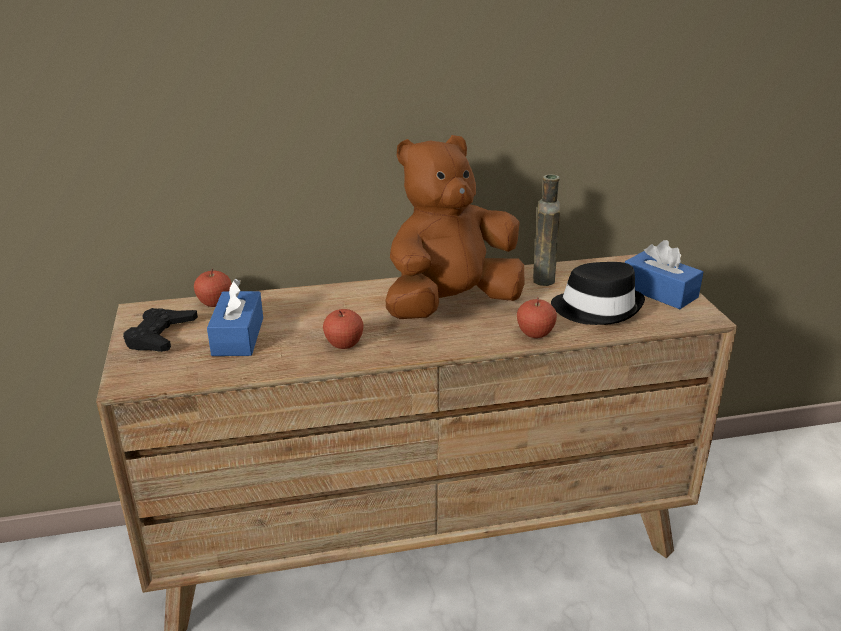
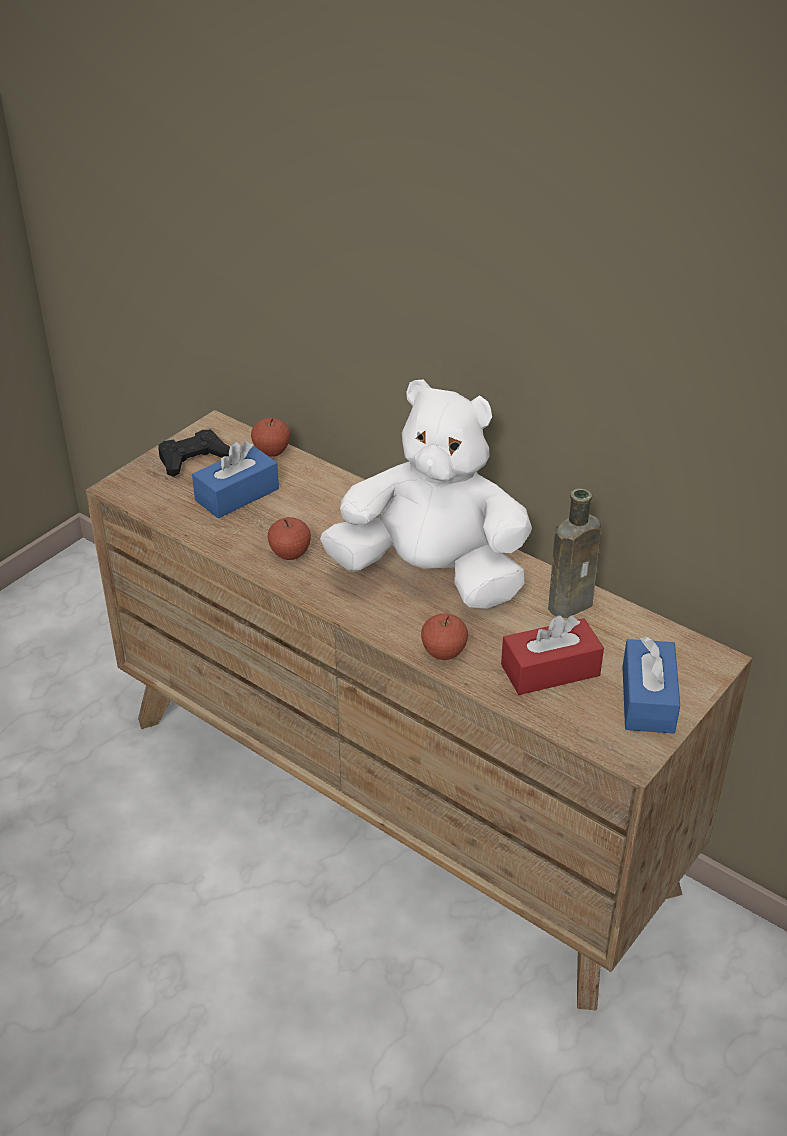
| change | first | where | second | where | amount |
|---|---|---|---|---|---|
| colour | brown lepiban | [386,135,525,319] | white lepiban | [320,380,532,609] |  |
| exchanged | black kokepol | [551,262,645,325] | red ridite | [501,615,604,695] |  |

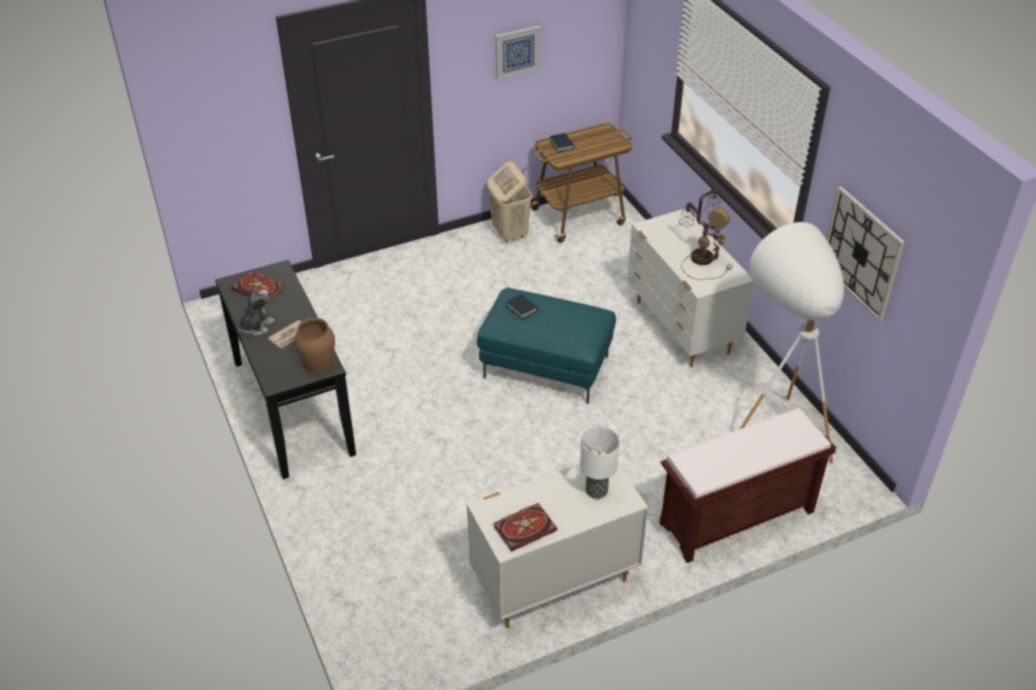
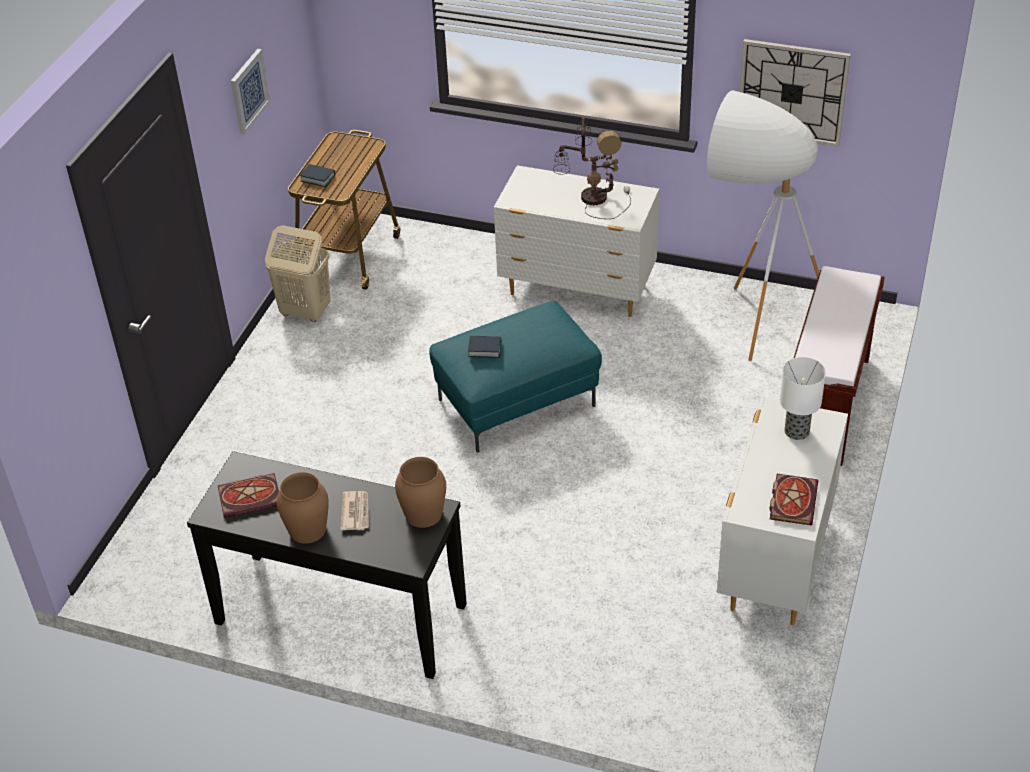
| change | first | where | second | where | amount |
|---|---|---|---|---|---|
| exchanged | lepiban | [238,287,275,336] | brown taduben | [277,472,329,544] |  |

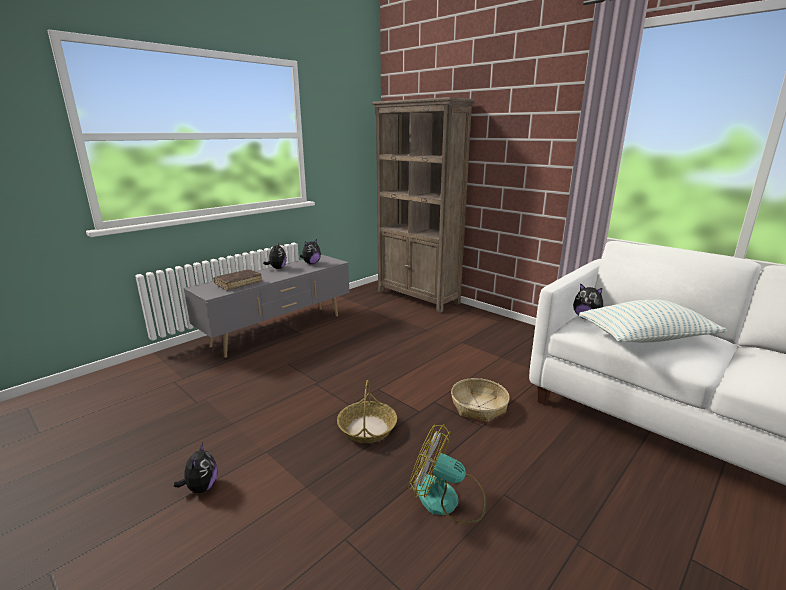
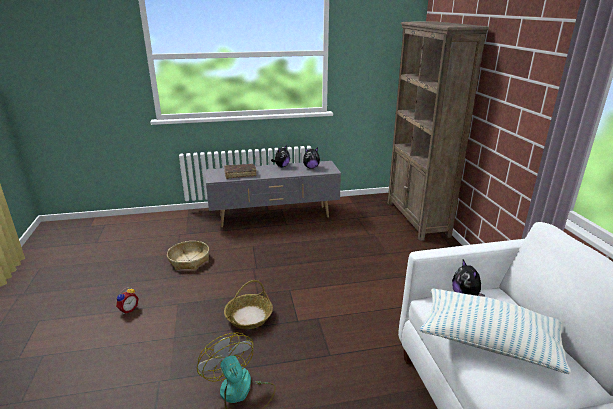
| change | first | where | second | where | amount |
|---|---|---|---|---|---|
| exchanged | lepiban | [174,443,218,493] | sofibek | [116,287,139,314] |  |
| relocated | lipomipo | [451,378,510,423] |  | [167,241,209,270] |  |

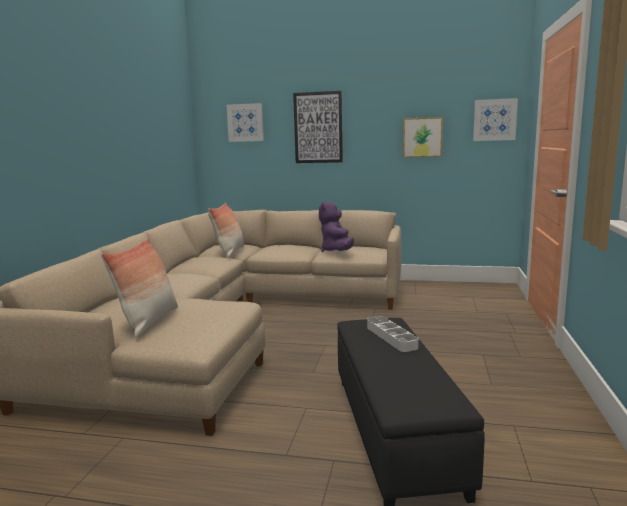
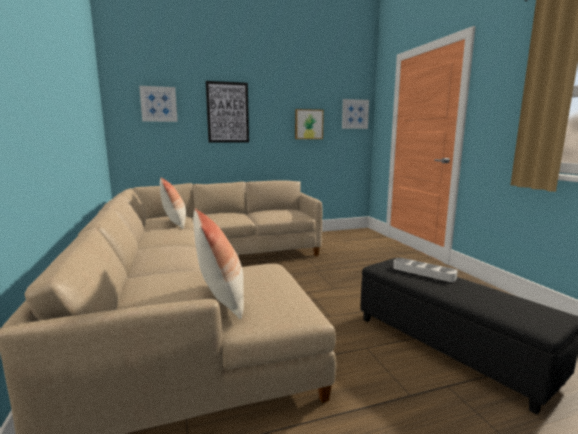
| change | first | where | second | where | amount |
|---|---|---|---|---|---|
| missing | purple lepiban | [319,201,354,252] |  |  |  |

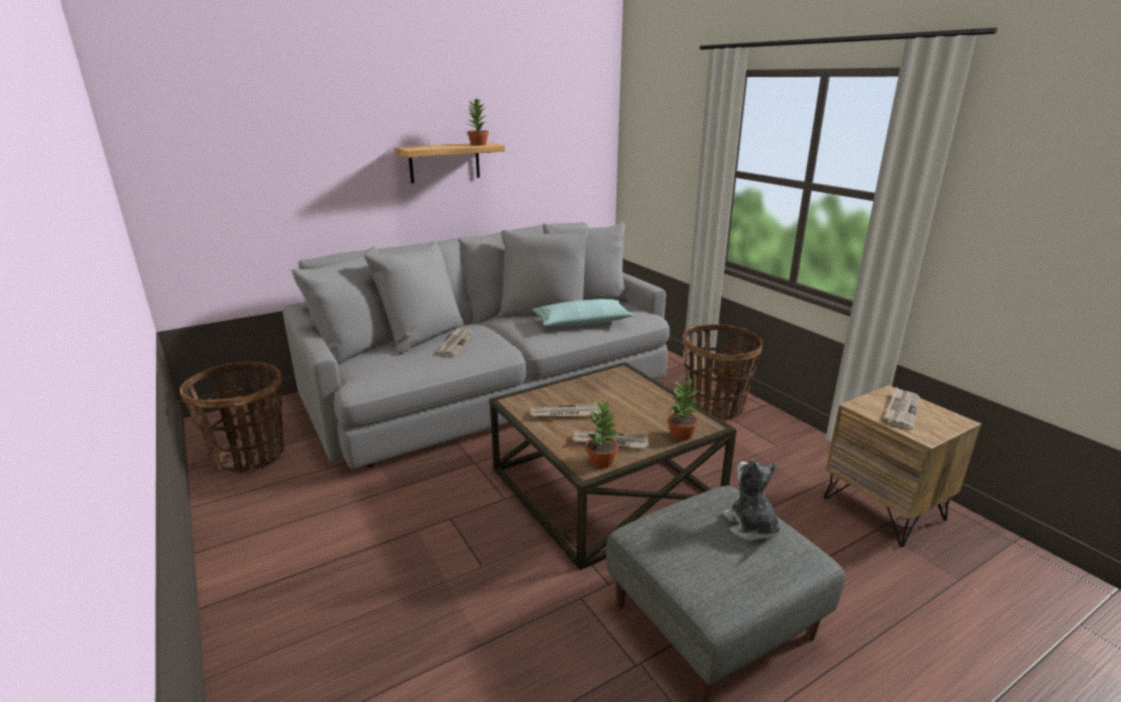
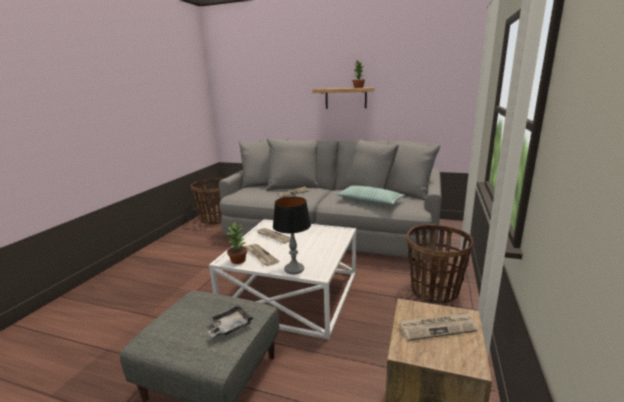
| change | first | where | second | where | amount |
|---|---|---|---|---|---|
| exchanged | lepiban | [723,459,780,541] | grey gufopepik | [207,305,253,337] |  |
| colour | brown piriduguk | [489,362,737,570] | white piriduguk | [209,219,356,340] |  |
| exchanged | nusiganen | [667,378,700,441] | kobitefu | [273,197,311,274] |  |

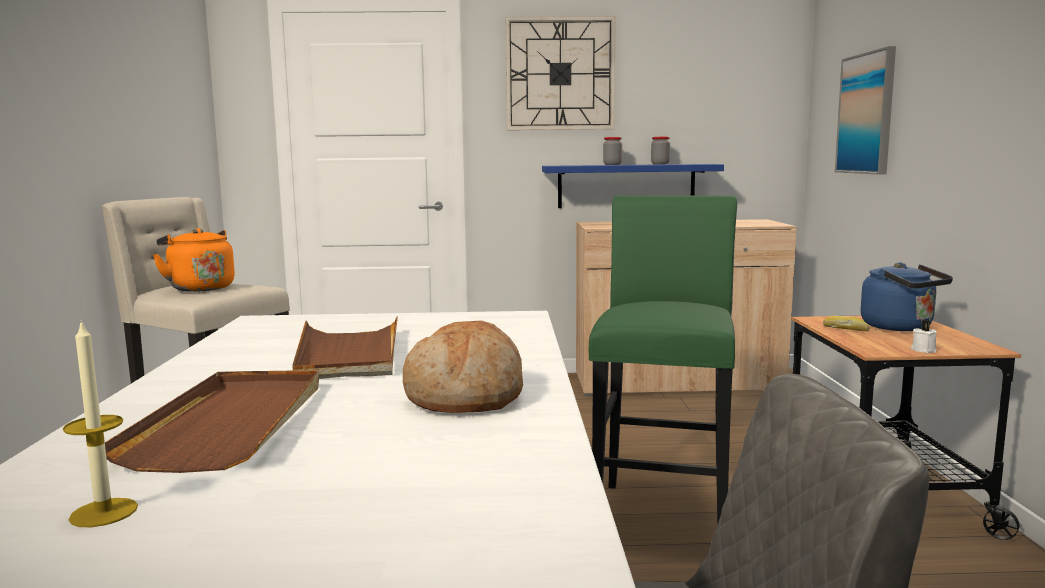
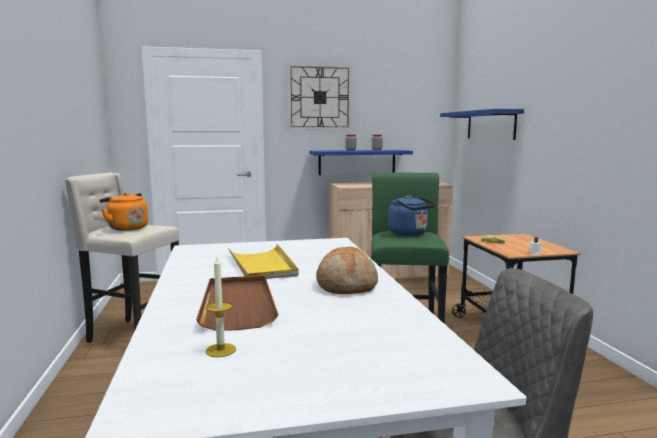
| change | first | where | second | where | amount |
|---|---|---|---|---|---|
| colour | brown gufopepik | [292,317,398,379] | yellow gufopepik | [228,244,299,279] |  |
| relocated | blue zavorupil | [861,262,953,331] |  | [388,195,437,236] |  |
| exchanged | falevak | [835,46,896,174] | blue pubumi | [440,109,524,140] |  |

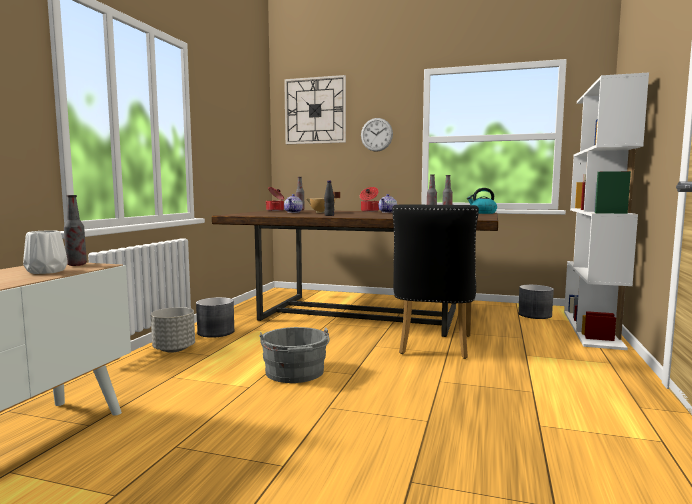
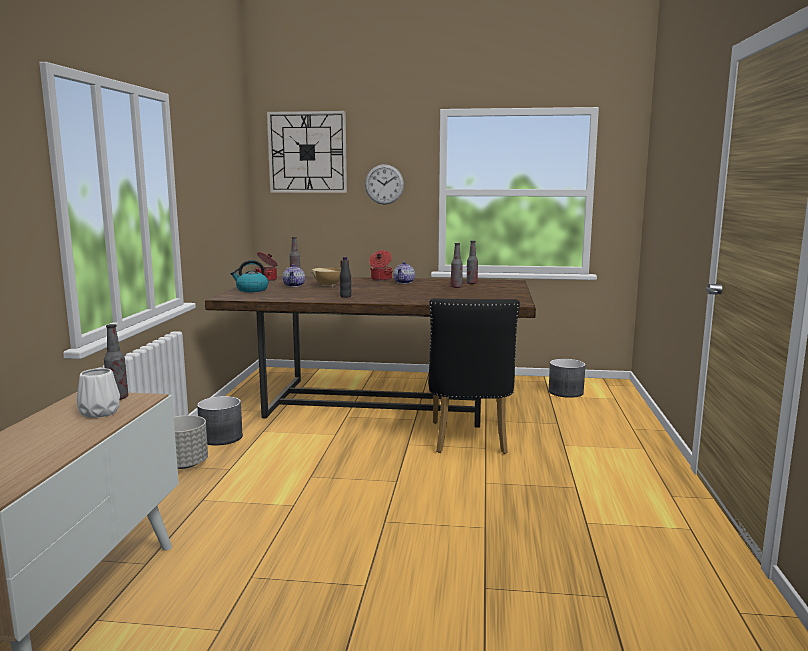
| change | first | where | second | where | amount |
|---|---|---|---|---|---|
| relocated | zavorupil | [467,188,497,214] |  | [231,260,268,292] |  |
| missing | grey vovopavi | [259,327,330,383] |  |  |  |
| missing | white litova | [564,73,649,350] |  |  |  |

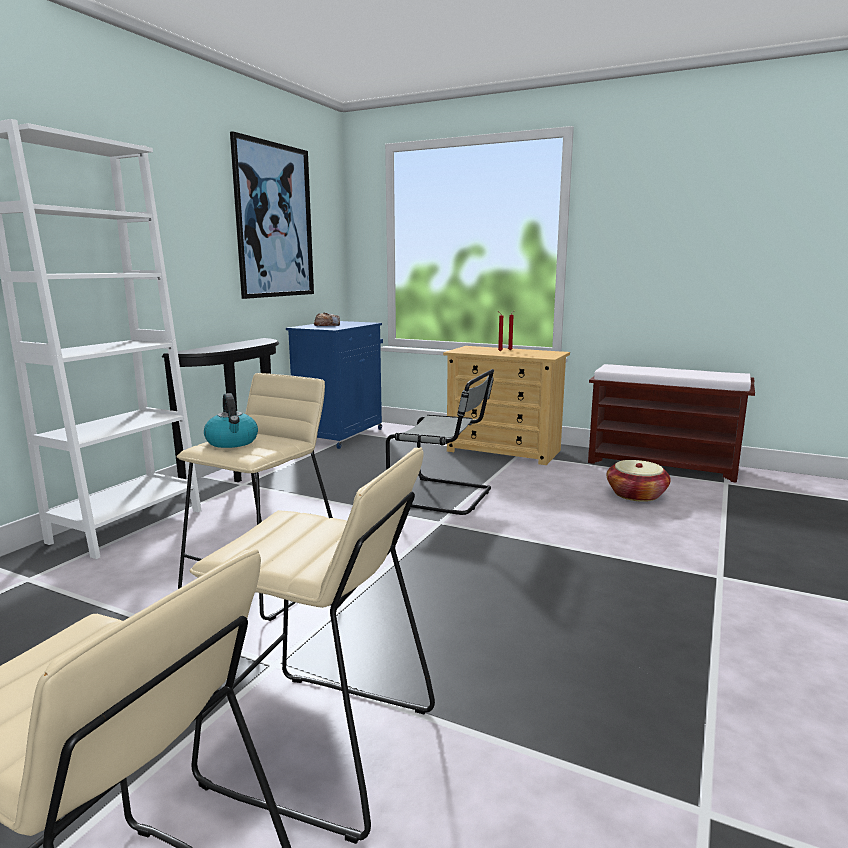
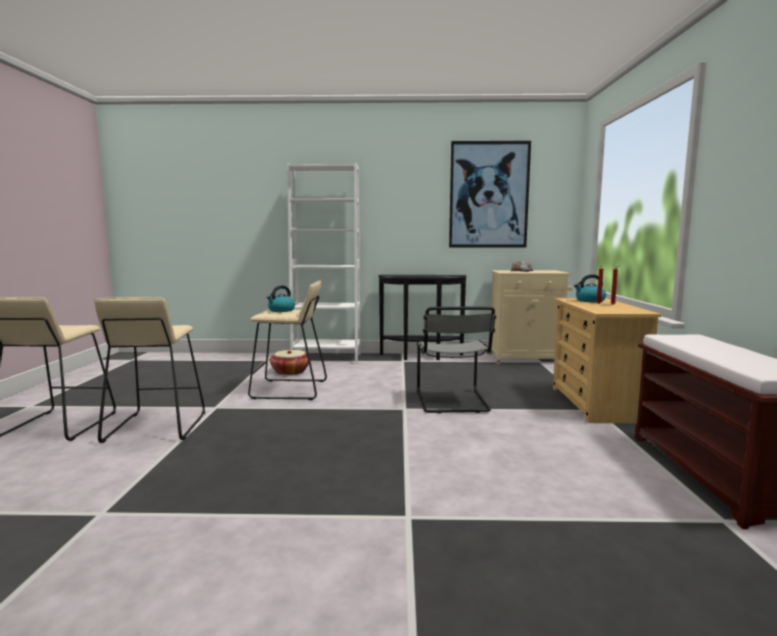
| change | first | where | second | where | amount |
|---|---|---|---|---|---|
| relocated | lipomipo | [607,460,671,502] |  | [270,350,309,375] |  |
| colour | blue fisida | [286,321,383,449] | beige fisida | [488,270,573,365] |  |
| appeared |  |  | zavorupil | [574,274,606,302] |  |

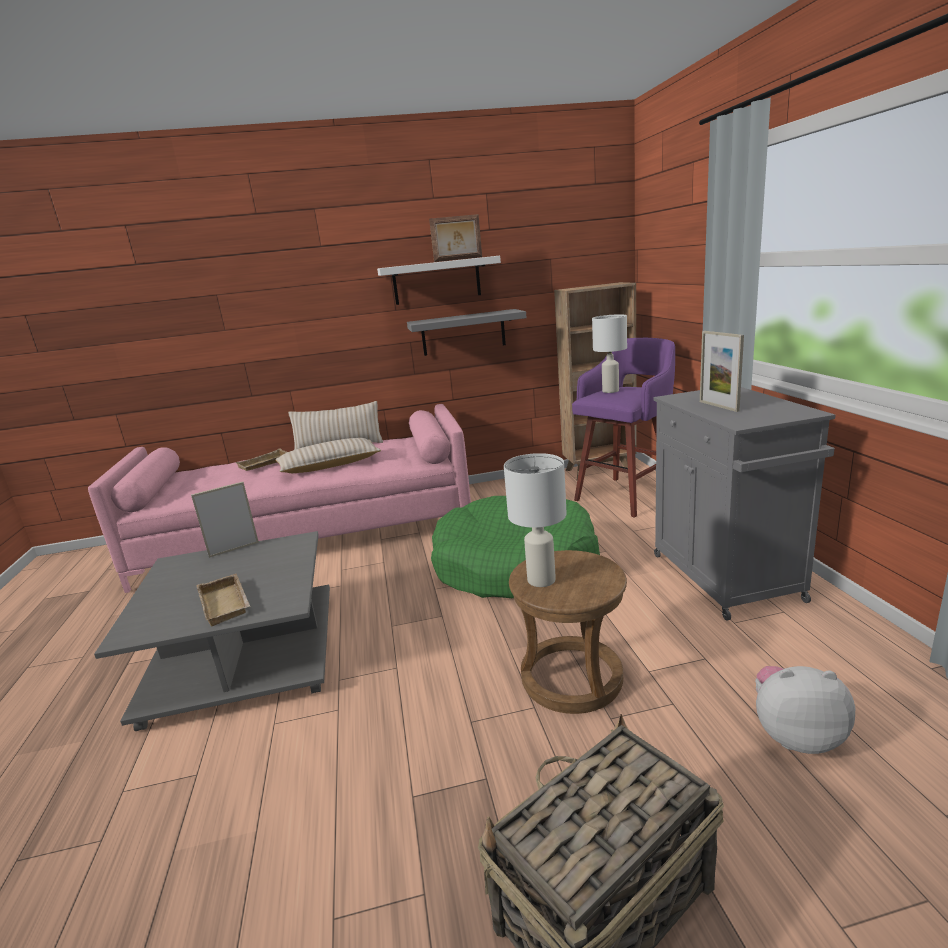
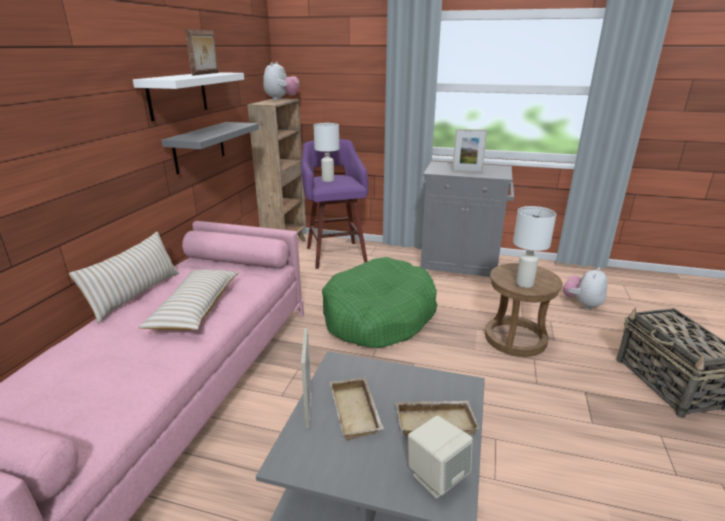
| change | first | where | second | where | amount |
|---|---|---|---|---|---|
| appeared |  |  | lepiban | [263,62,299,100] |  |
| relocated | beige gufopepik | [235,448,287,471] |  | [330,377,384,441] |  |
| appeared |  |  | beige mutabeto | [408,415,473,499] |  |

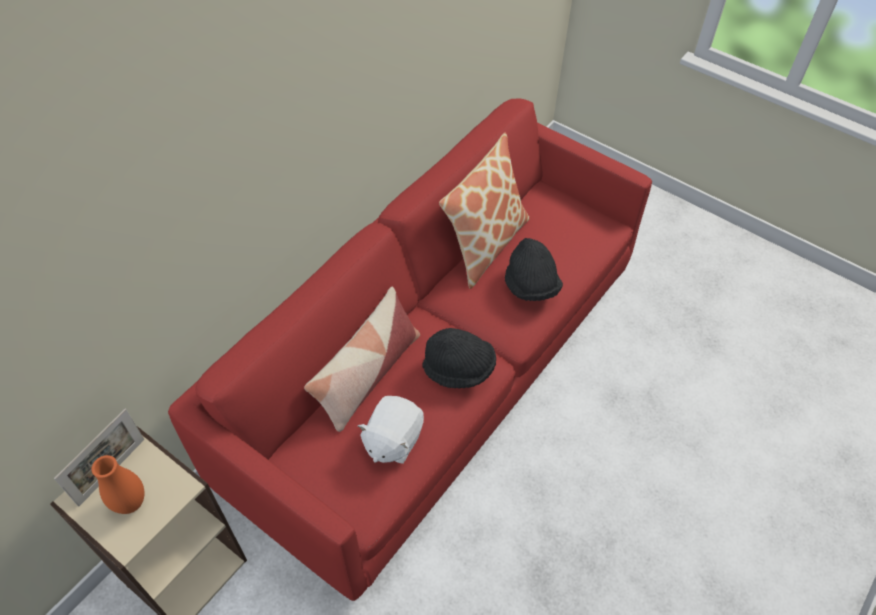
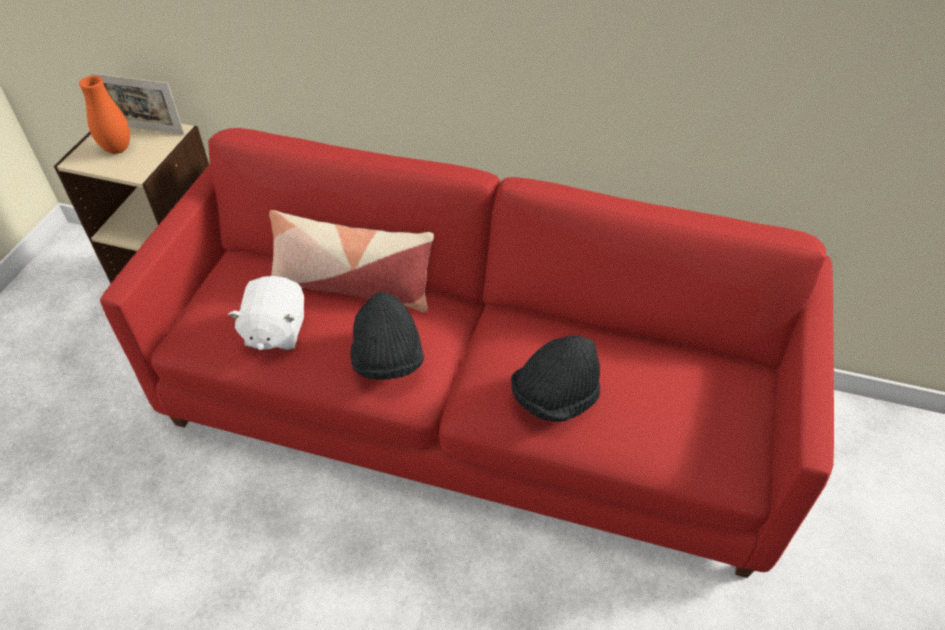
| change | first | where | second | where | amount |
|---|---|---|---|---|---|
| spun | white lepiban | [358,396,424,464] |  | [228,276,304,351] | 90 degrees counterclockwise |
| missing | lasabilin | [439,132,530,289] |  |  |  |

